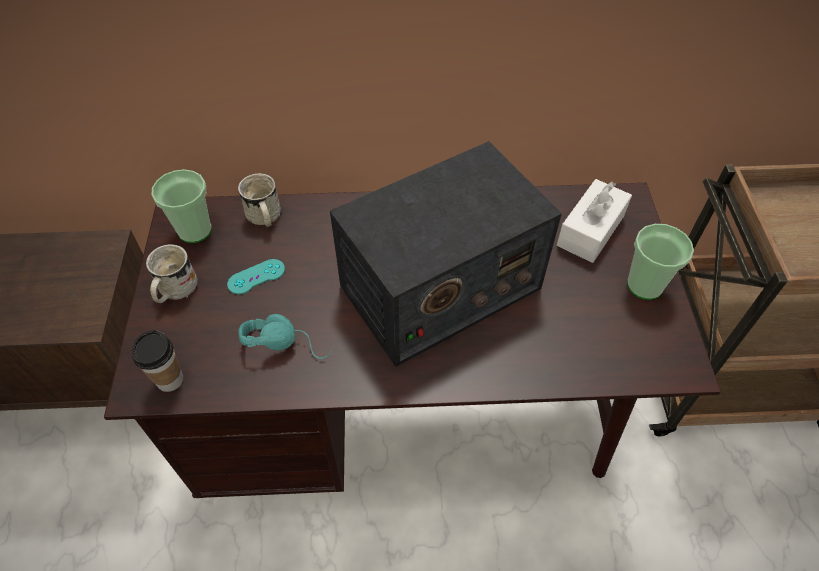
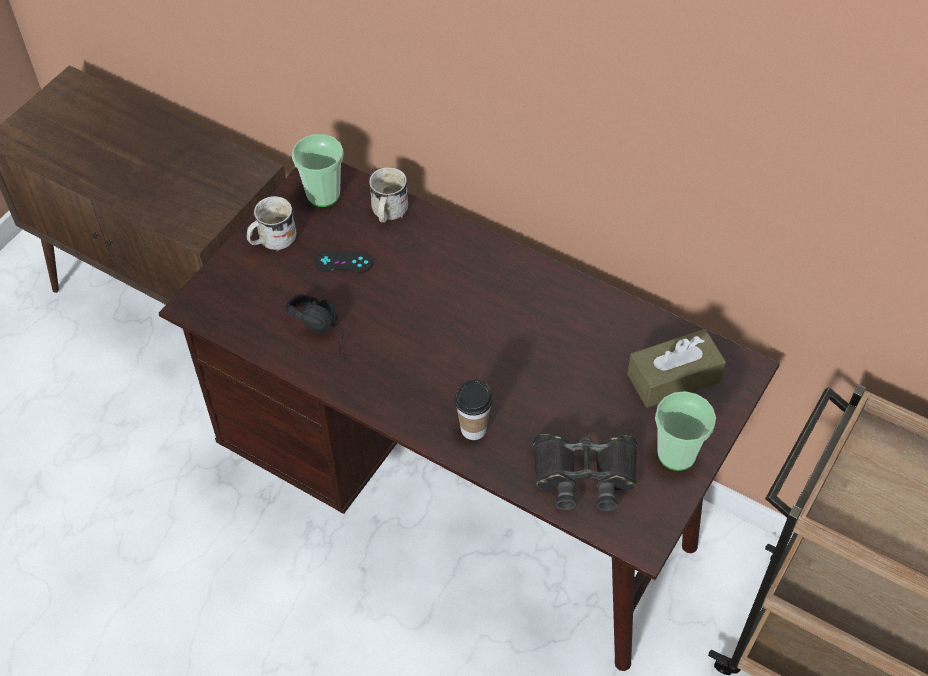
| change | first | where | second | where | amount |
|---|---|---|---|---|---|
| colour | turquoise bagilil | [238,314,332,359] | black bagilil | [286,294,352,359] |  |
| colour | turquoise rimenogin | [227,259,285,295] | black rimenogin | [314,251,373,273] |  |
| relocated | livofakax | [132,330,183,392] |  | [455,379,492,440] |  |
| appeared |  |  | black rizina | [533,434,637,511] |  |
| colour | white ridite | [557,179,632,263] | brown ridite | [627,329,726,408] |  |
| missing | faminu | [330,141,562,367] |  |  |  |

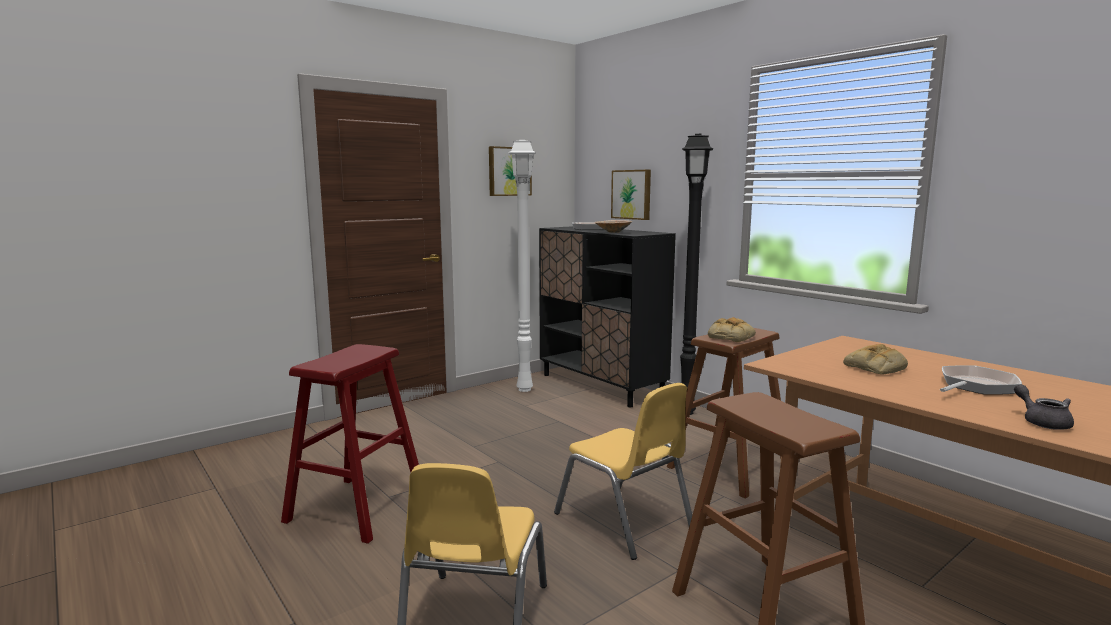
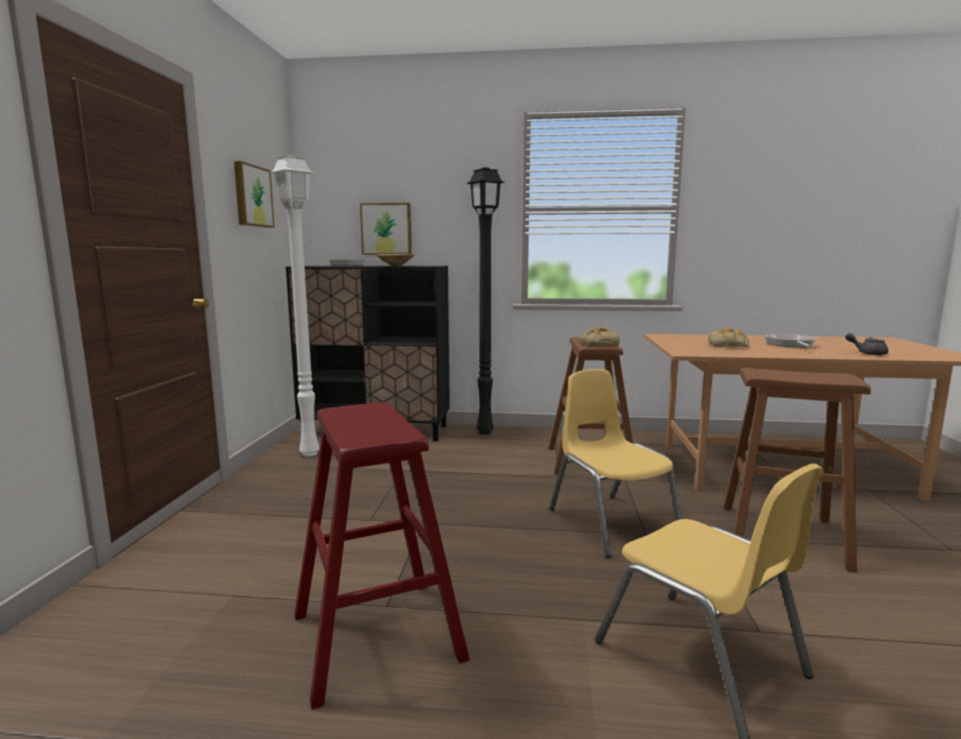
| change | first | where | second | where | amount |
|---|---|---|---|---|---|
| spun | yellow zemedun | [554,383,692,560] |  | [549,369,682,558] | 120 degrees counterclockwise |

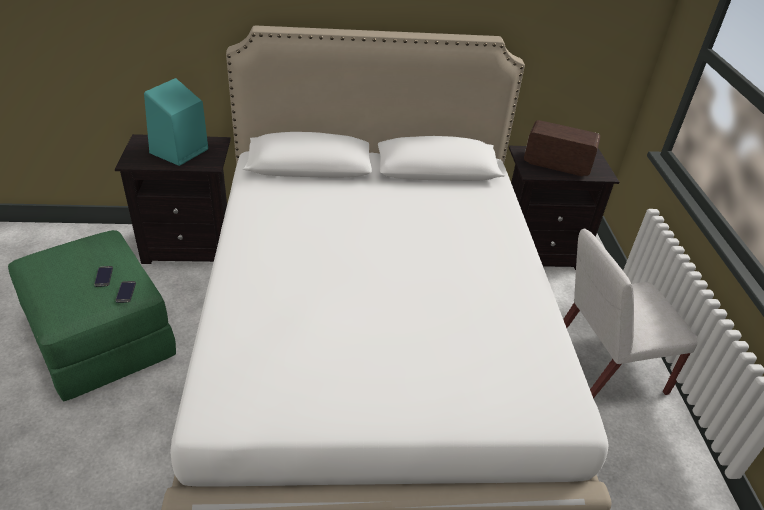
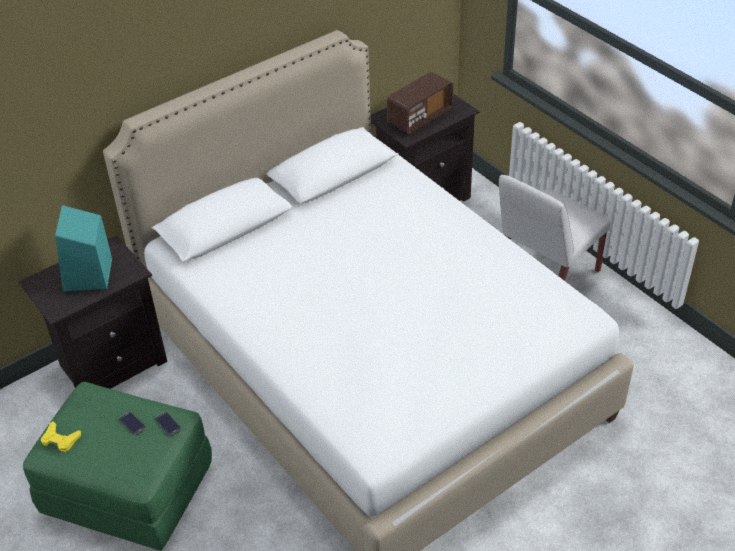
| change | first | where | second | where | amount |
|---|---|---|---|---|---|
| appeared |  |  | yellow rimenogin | [41,421,81,452] |  |
| spun | faminu | [524,120,600,176] |  | [387,72,454,134] | 150 degrees clockwise |

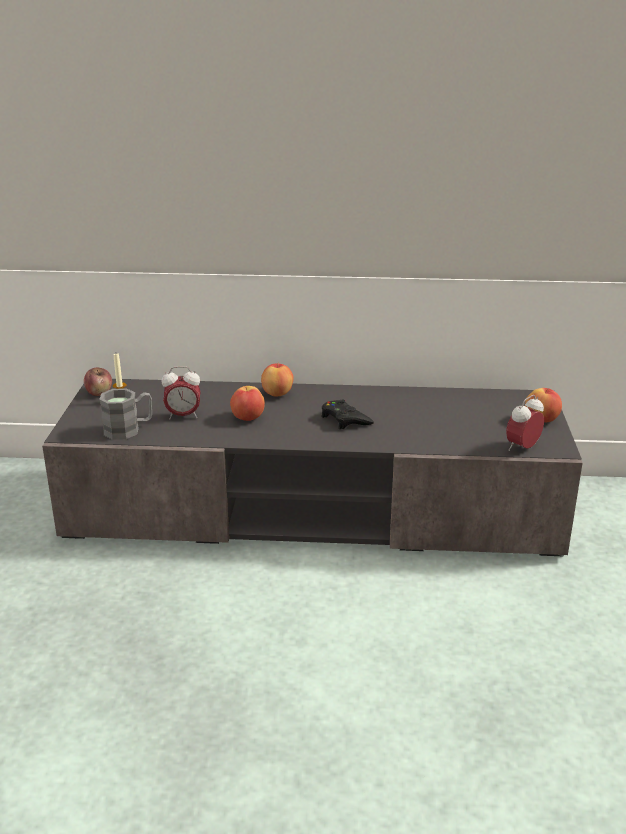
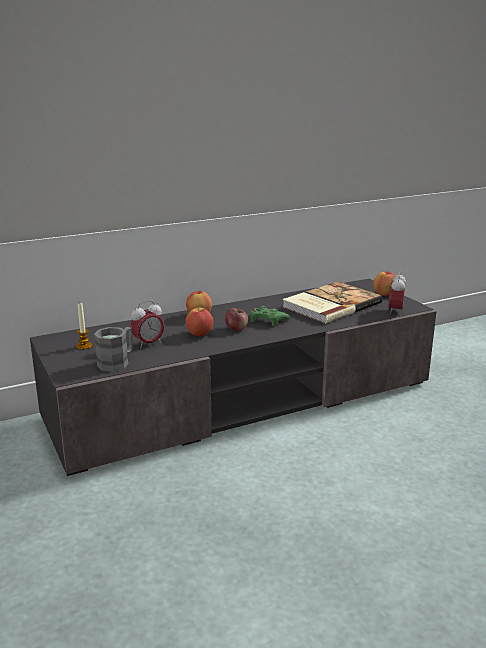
| change | first | where | second | where | amount |
|---|---|---|---|---|---|
| relocated | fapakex | [84,368,112,396] |  | [225,308,248,331] |  |
| colour | black rimenogin | [321,400,374,429] | green rimenogin | [250,306,290,326] |  |
| appeared |  |  | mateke | [282,281,382,324] |  |

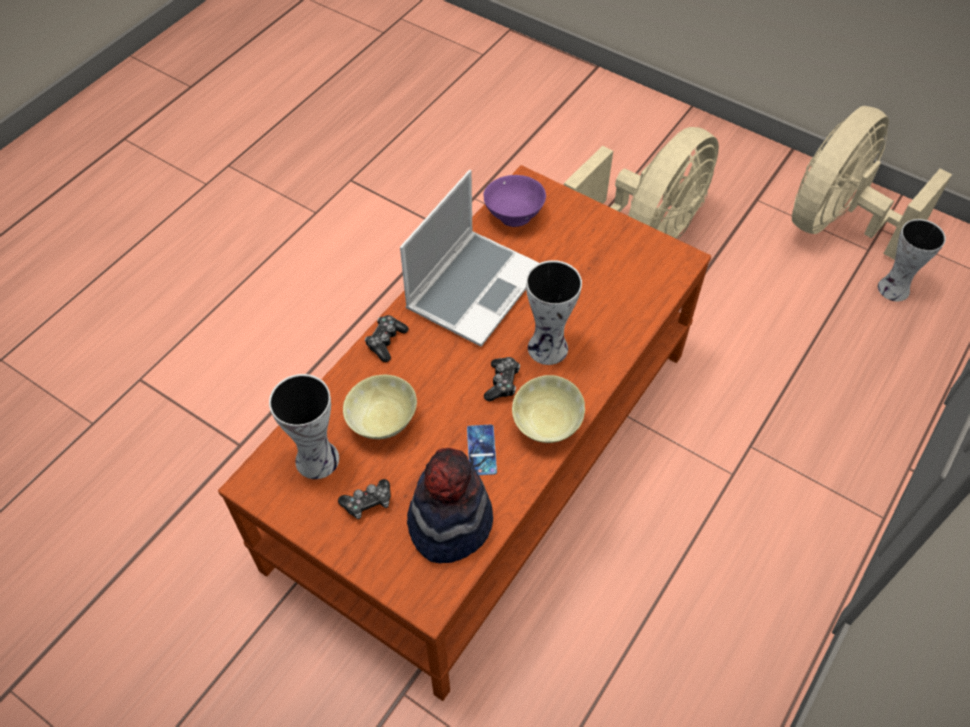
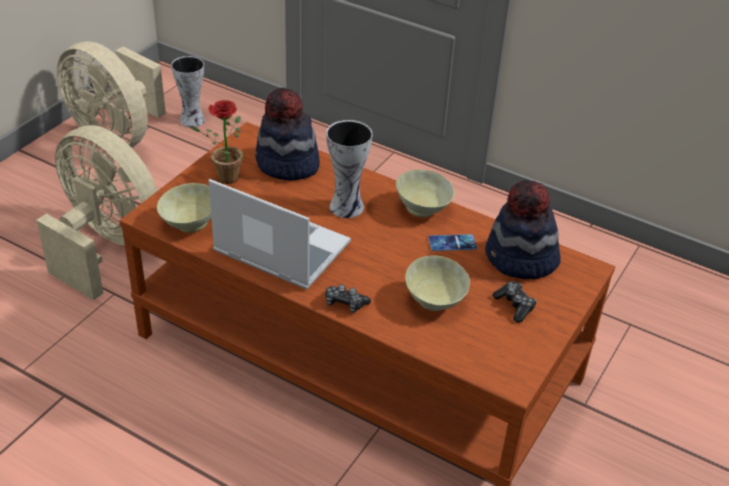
| change | first | where | second | where | amount |
|---|---|---|---|---|---|
| colour | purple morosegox | [483,175,546,227] | beige morosegox | [157,183,211,233] |  |
| appeared |  |  | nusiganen | [189,100,245,184] |  |
| appeared |  |  | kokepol | [255,88,320,181] |  |
| missing | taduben | [269,374,339,479] |  |  |  |
| missing | rimenogin | [484,357,520,401] |  |  |  |

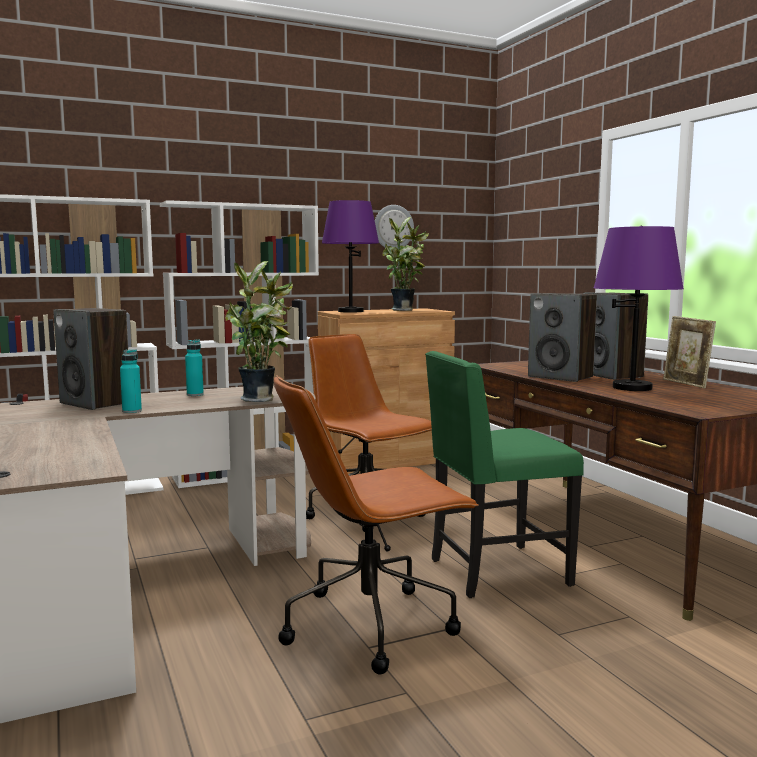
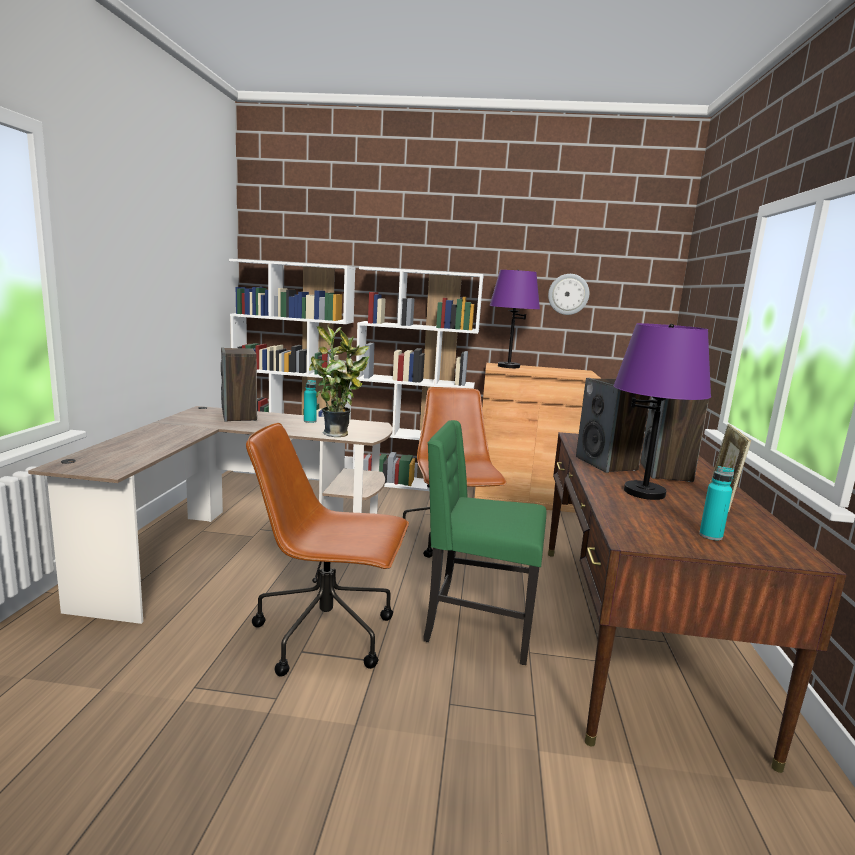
| change | first | where | second | where | amount |
|---|---|---|---|---|---|
| relocated | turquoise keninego | [120,349,142,413] |  | [699,466,734,540] |  |
| missing | nusiganen | [382,217,429,311] |  |  |  |

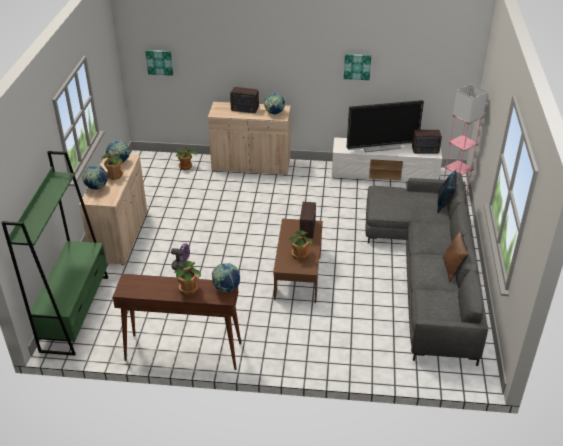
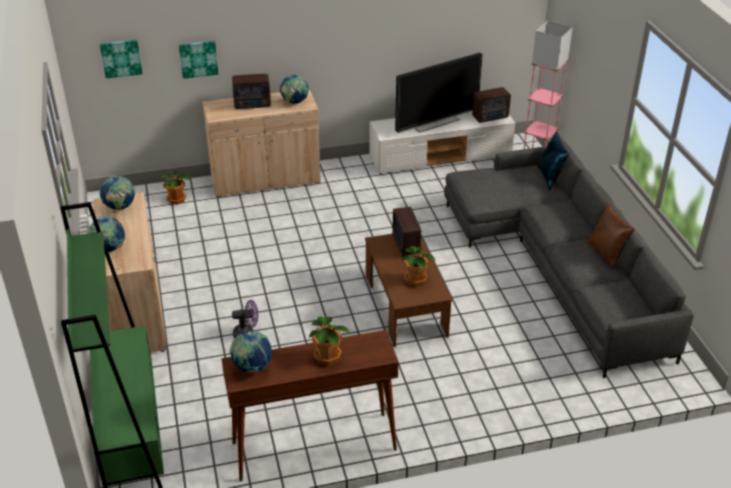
| change | first | where | second | where | amount |
|---|---|---|---|---|---|
| relocated | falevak | [344,54,371,80] |  | [179,41,218,79] |  |
| relocated | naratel | [212,263,240,292] |  | [230,331,272,373] |  |
| missing | nusiganen | [102,153,123,180] |  |  |  |

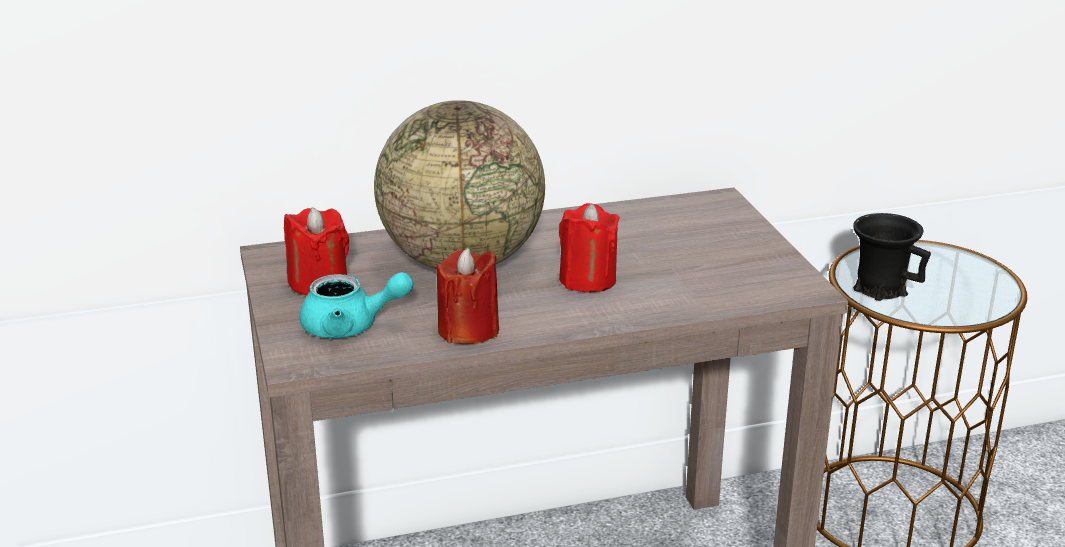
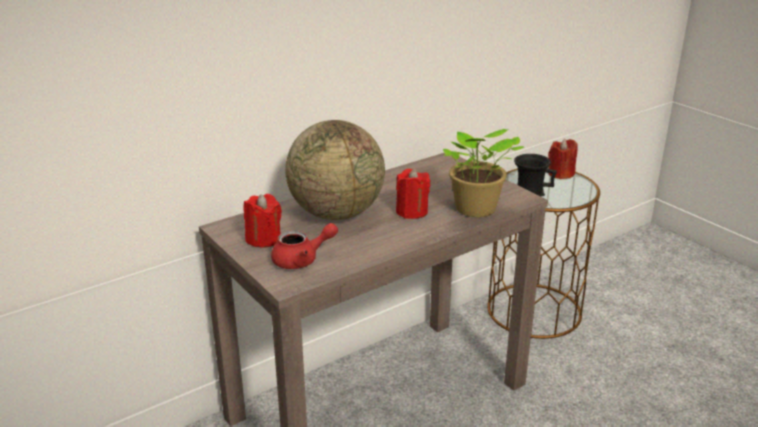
| change | first | where | second | where | amount |
|---|---|---|---|---|---|
| colour | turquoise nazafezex | [299,272,413,338] | red nazafezex | [271,223,338,269] |  |
| appeared |  |  | nusiganen | [443,129,525,217] |  |
| relocated | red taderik | [436,248,499,344] |  | [548,139,578,179] |  |

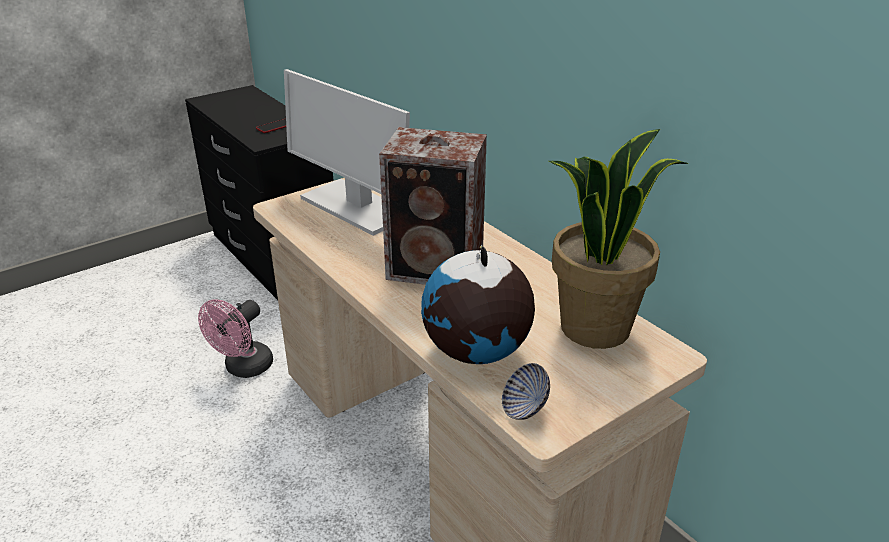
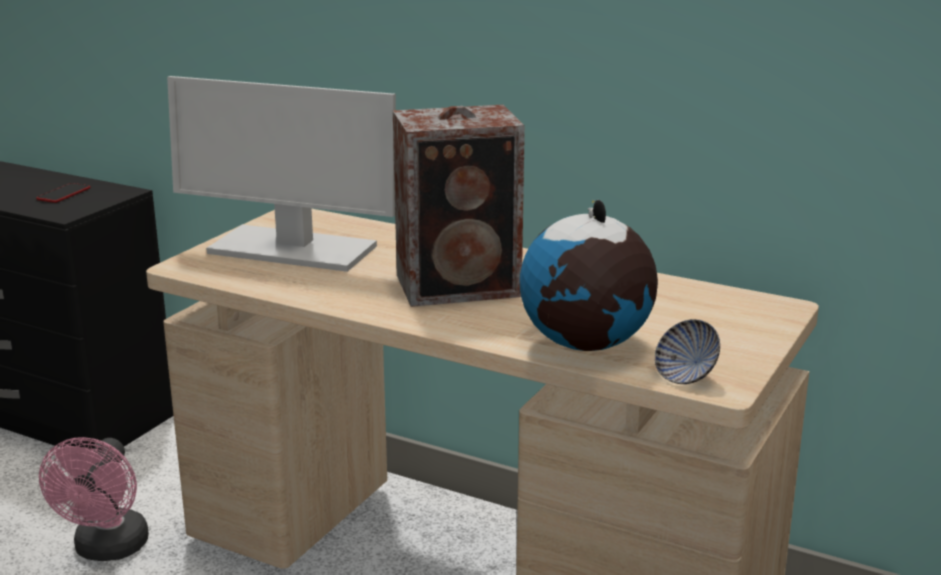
| change | first | where | second | where | amount |
|---|---|---|---|---|---|
| missing | nusiganen | [549,129,688,349] |  |  |  |

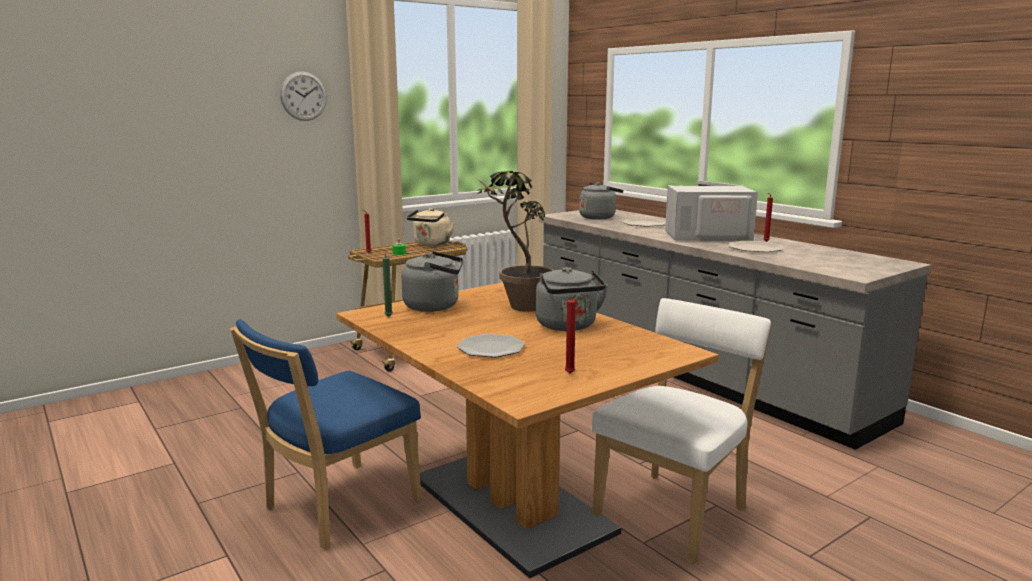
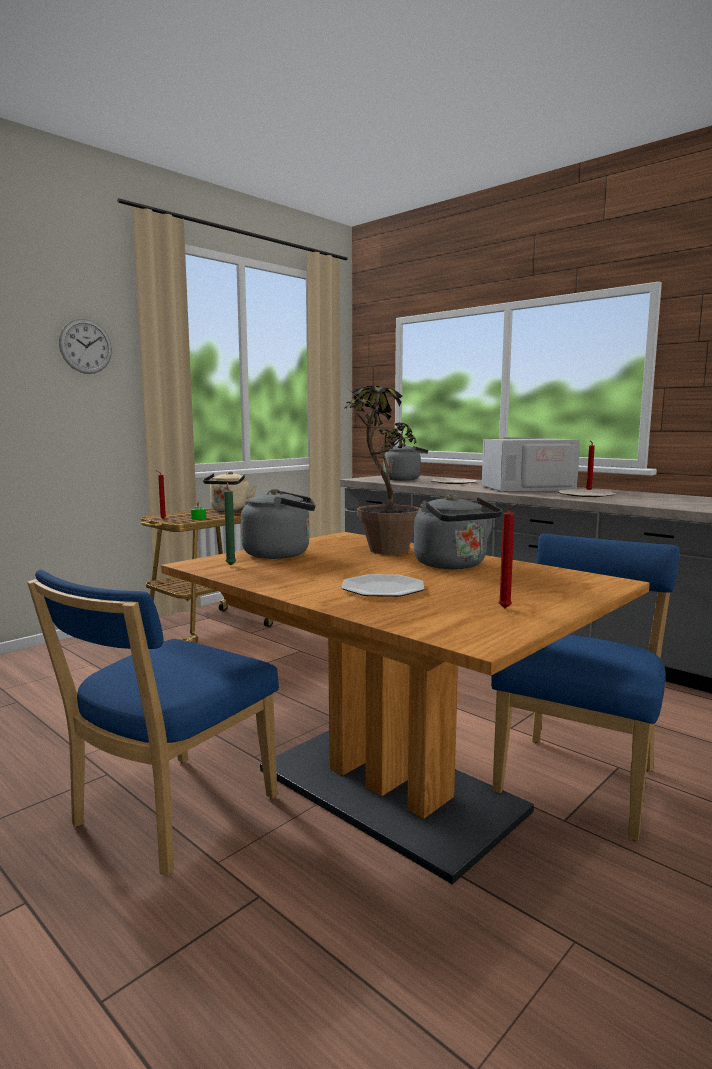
| change | first | where | second | where | amount |
|---|---|---|---|---|---|
| colour | white zemedun | [591,298,772,564] | blue zemedun | [491,534,680,841] |  |

